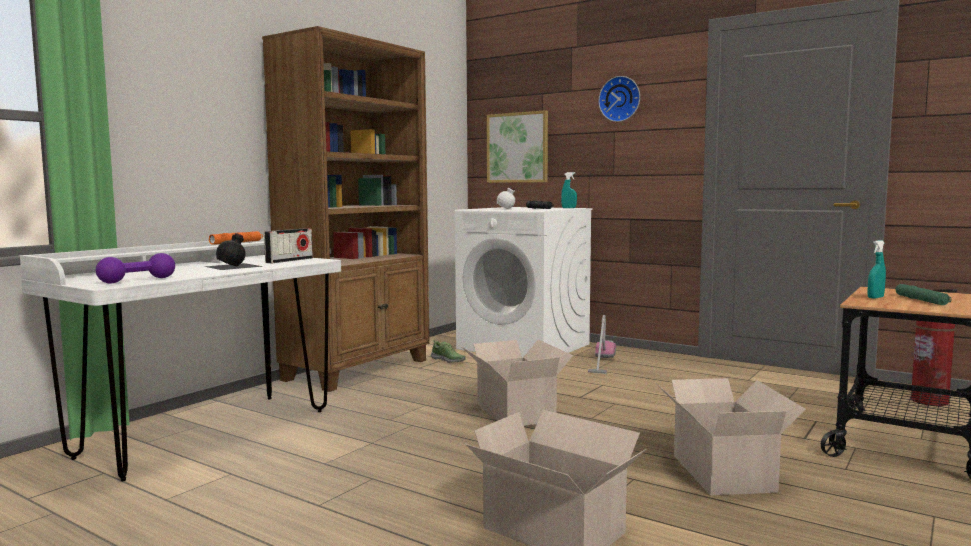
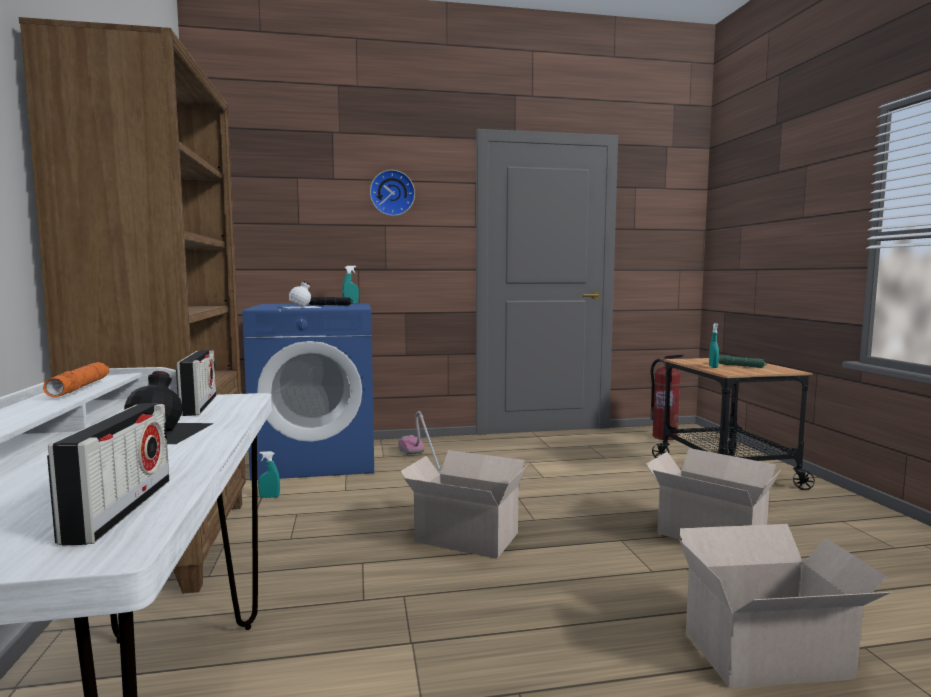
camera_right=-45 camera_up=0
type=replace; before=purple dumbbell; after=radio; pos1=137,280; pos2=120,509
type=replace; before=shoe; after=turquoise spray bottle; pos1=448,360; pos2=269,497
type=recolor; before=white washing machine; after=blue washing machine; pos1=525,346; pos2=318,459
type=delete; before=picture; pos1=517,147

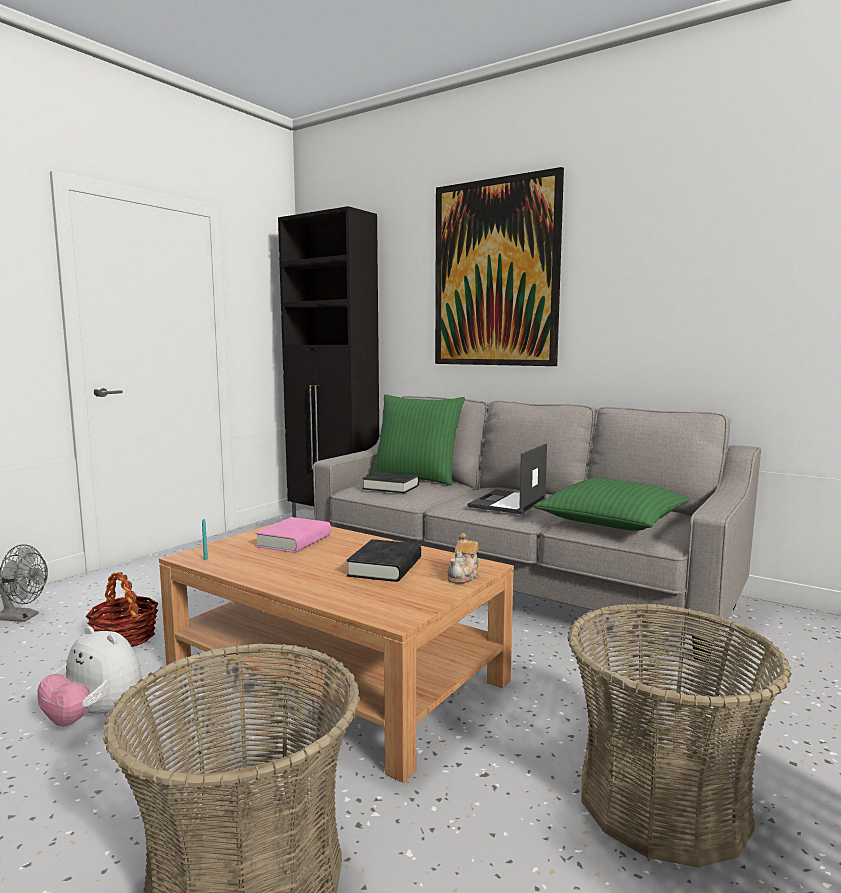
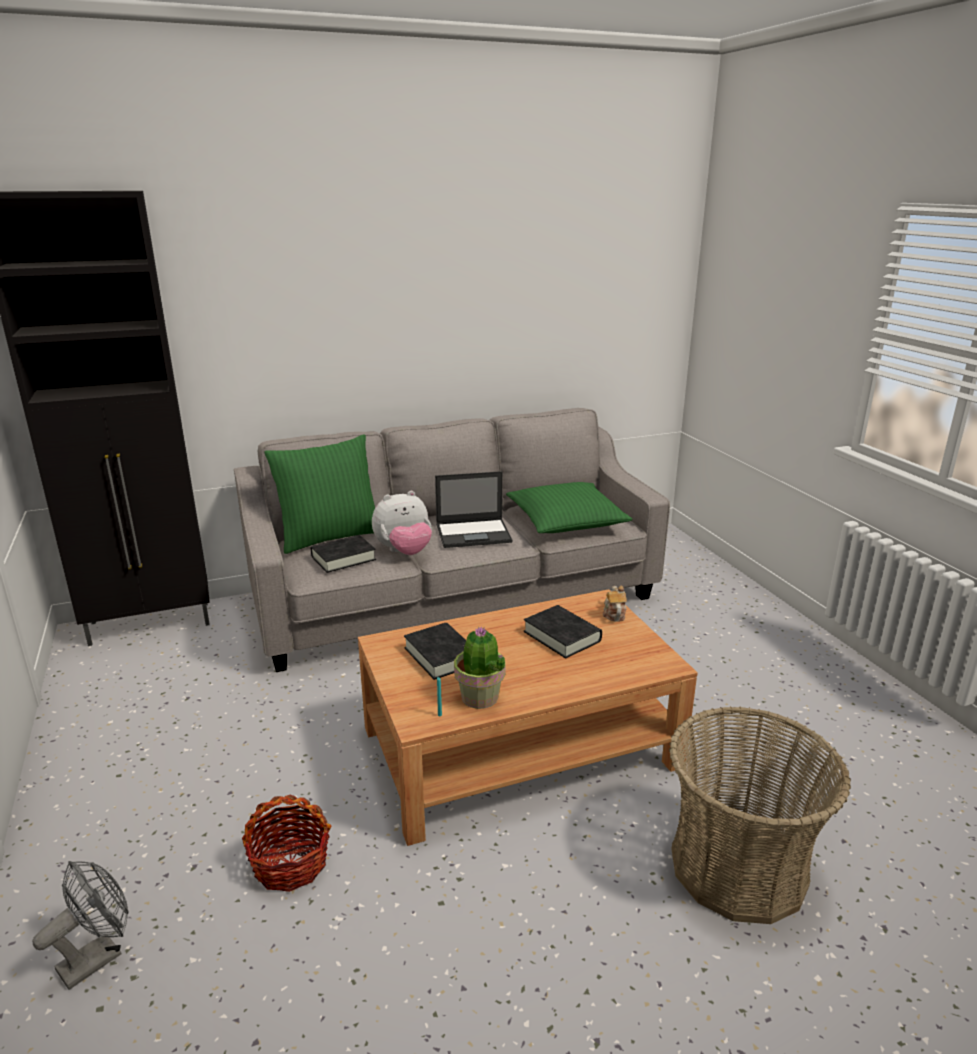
camera_right=-55 camera_up=15
type=move; before=plush toy; pos1=95,717; pos2=404,552
type=recolor; before=pink book; after=black book; pos1=294,541; pos2=441,656
type=delete; before=picture; pos1=495,273
type=rotate; before=teapot; pos1=464,576; pos2=614,614; turn=-150
type=rotate; before=laptop; pos1=507,503; pos2=474,533; turn=-75
type=delete; before=basket; pos1=663,801
type=insert; after=potted plant; pos2=479,698

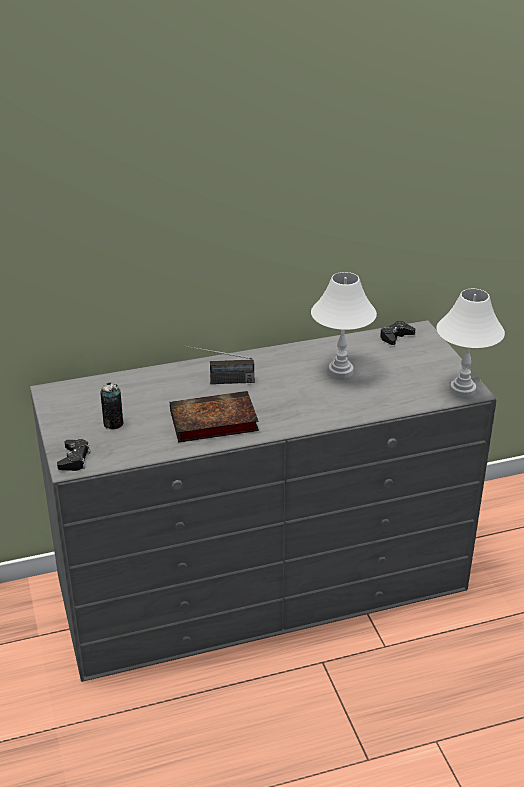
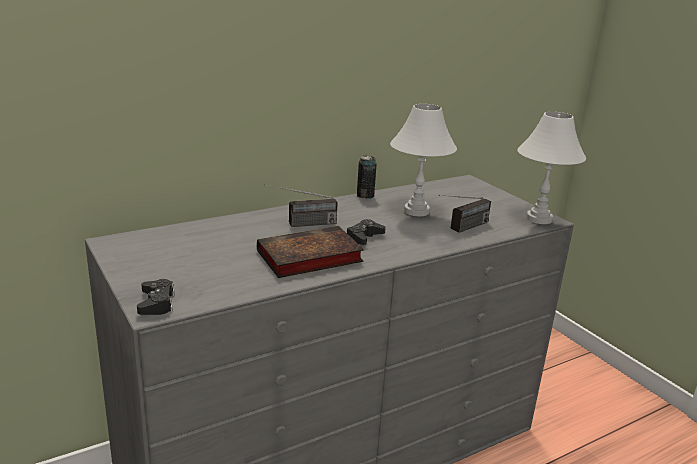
camera_right=-15 camera_up=-10
type=move; before=can; pos1=113,424; pos2=365,196
type=move; before=black game controller; pos1=396,337; pos2=364,237
type=insert; after=radio; pos2=462,228

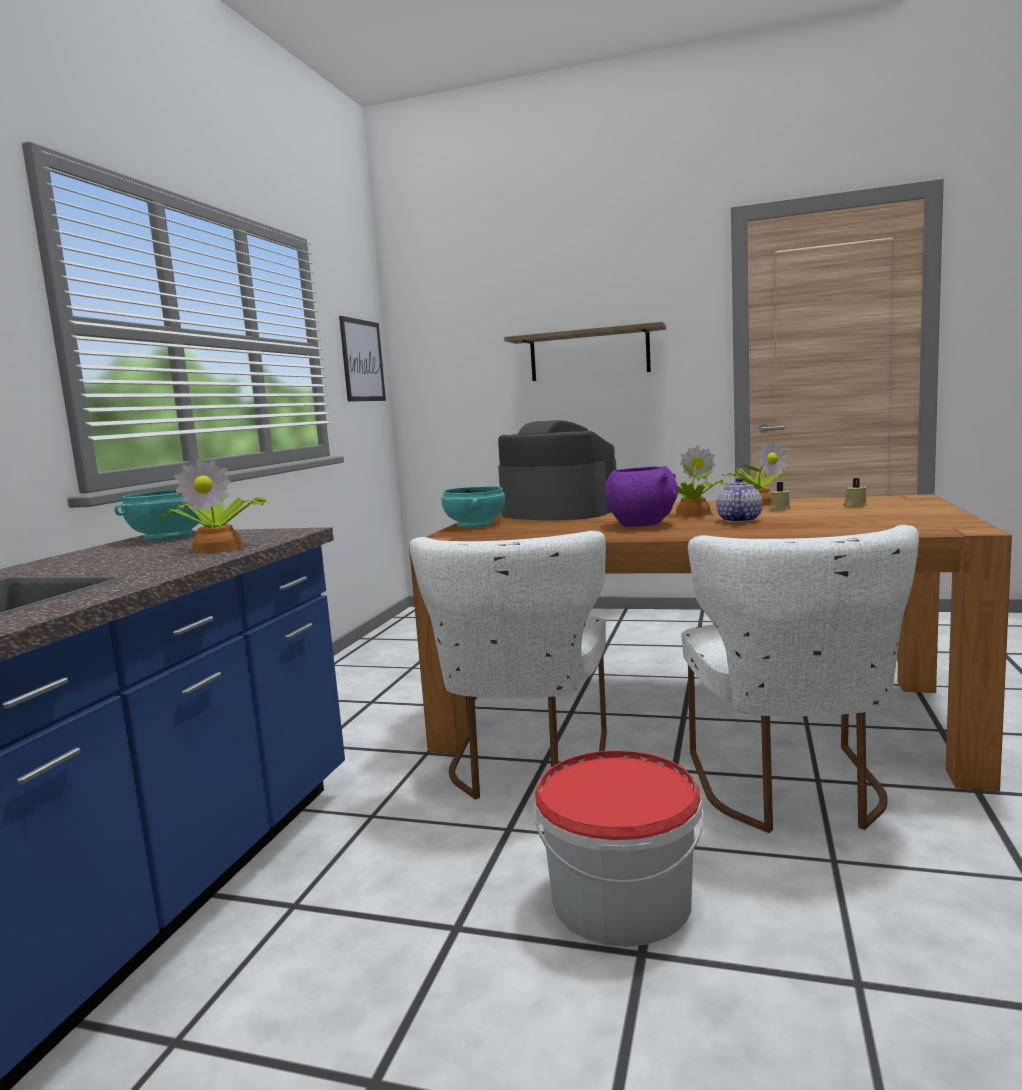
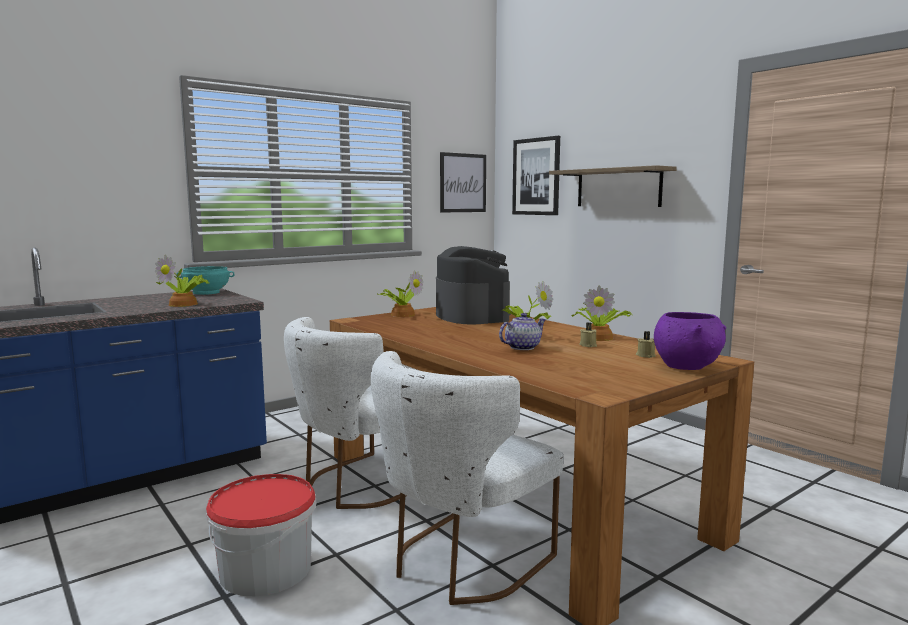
camera_right=35 camera_up=0
type=replace; before=turquoise bowl; after=potted plant; pos1=474,525; pos2=402,314
type=move; before=purple bowl; pos1=642,524; pos2=687,367
type=insert; after=picture; pos2=536,176

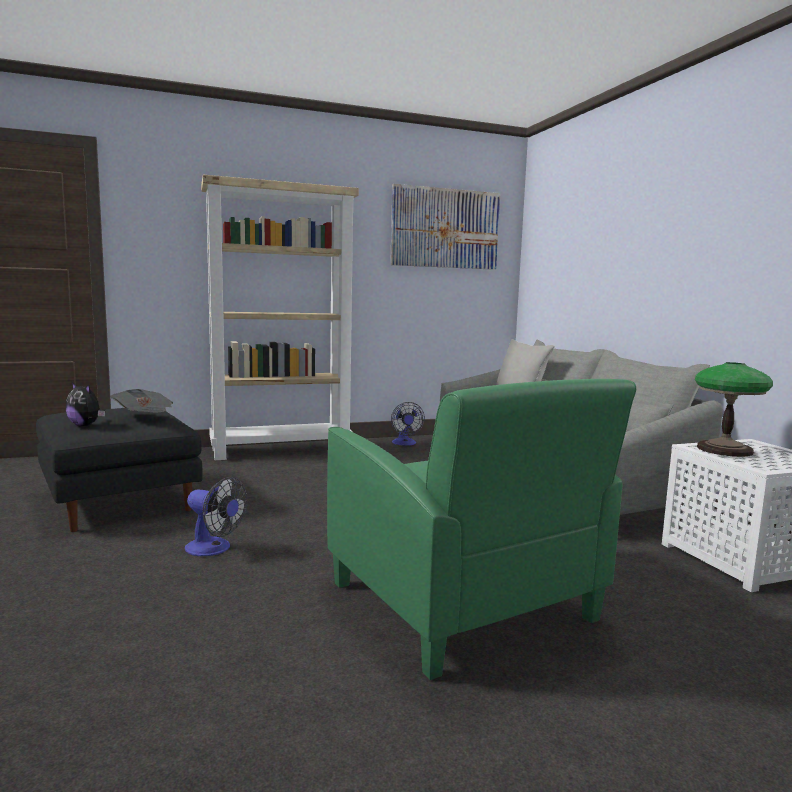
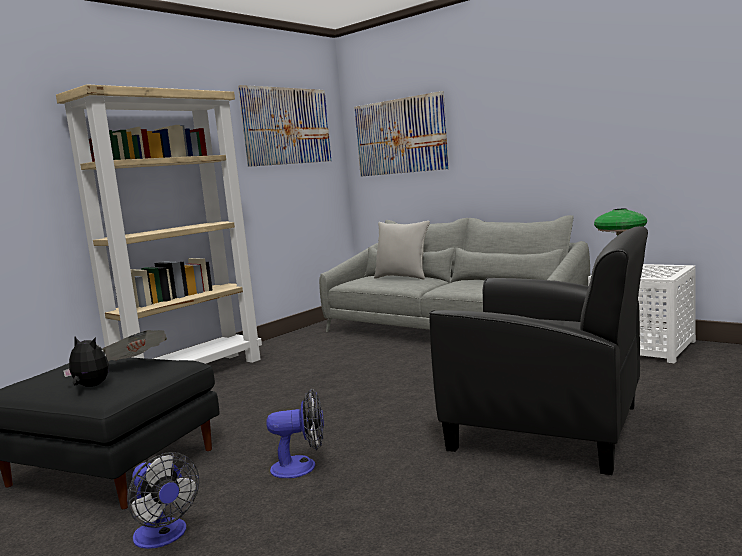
camera_right=-30 camera_up=0
type=rotate; before=plush toy; pos1=85,425; pos2=90,387; turn=-150
type=recolor; before=green armchair; after=black armchair; pos1=462,603; pos2=548,428
type=move; before=fan; pos1=405,443; pos2=164,537
type=insert; after=picture; pos2=400,136

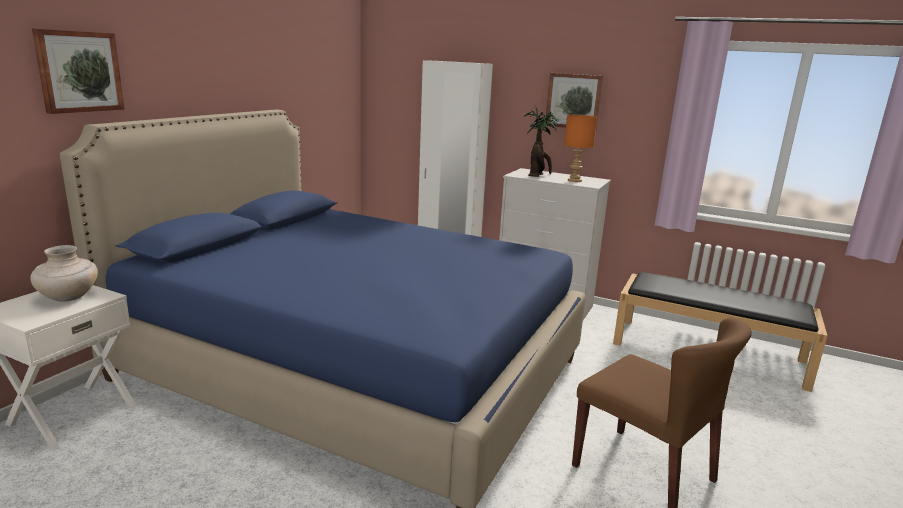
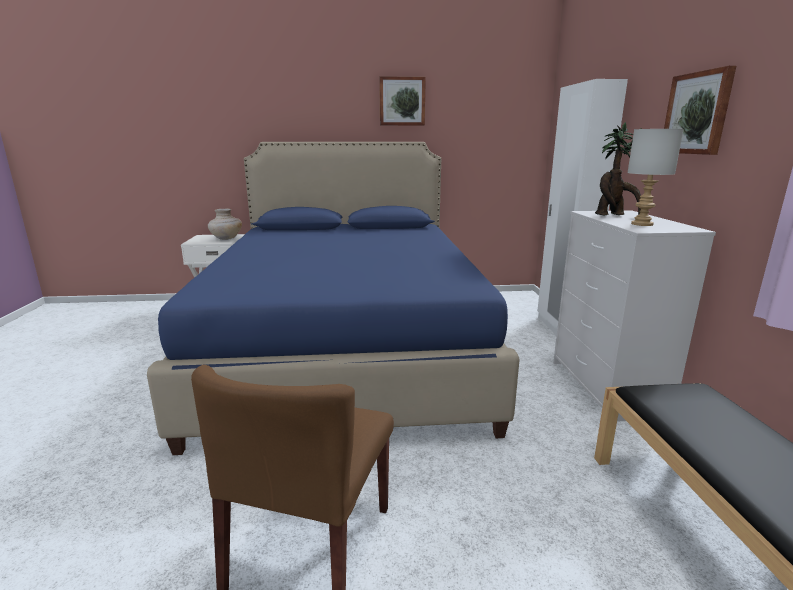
camera_right=60 camera_up=0
type=move; before=picture; pos1=79,71; pos2=402,101
type=recolor; before=orange table lamp; after=grey table lamp; pos1=574,180; pos2=642,224

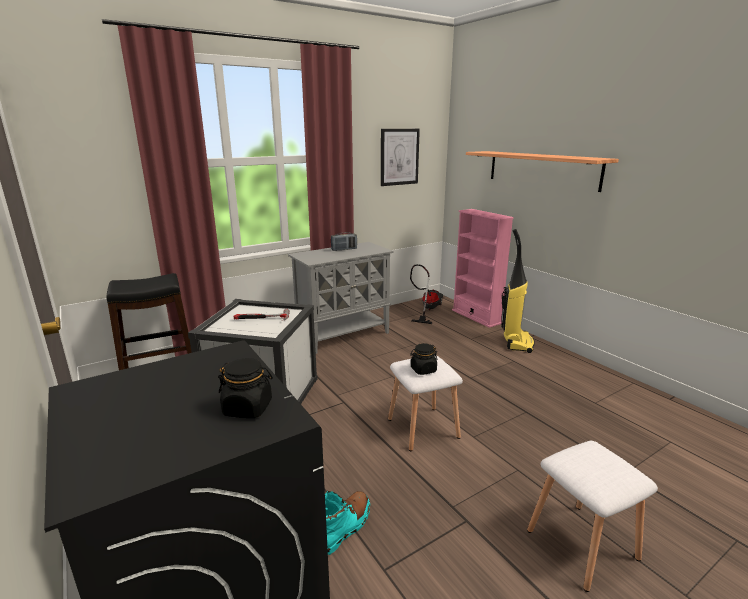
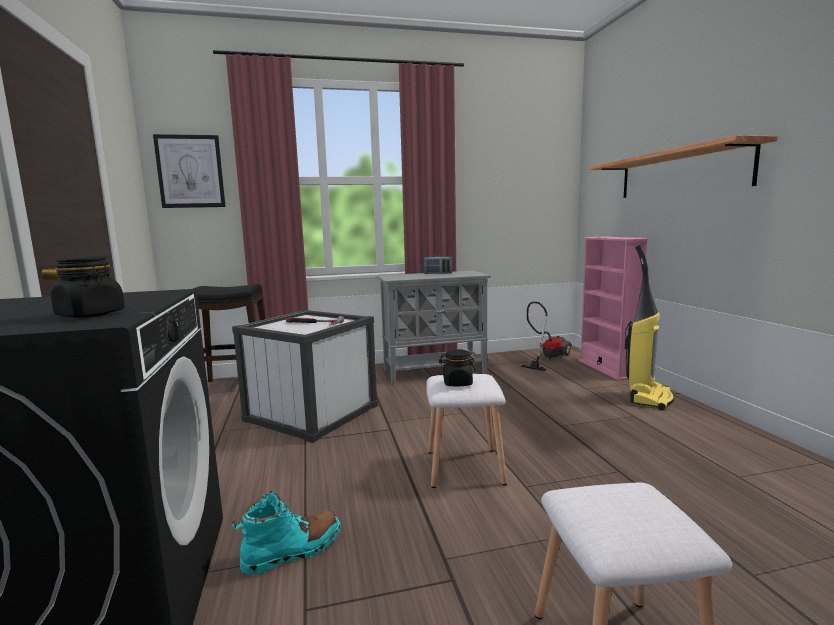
camera_right=20 camera_up=-10
type=move; before=picture; pos1=399,157; pos2=190,171

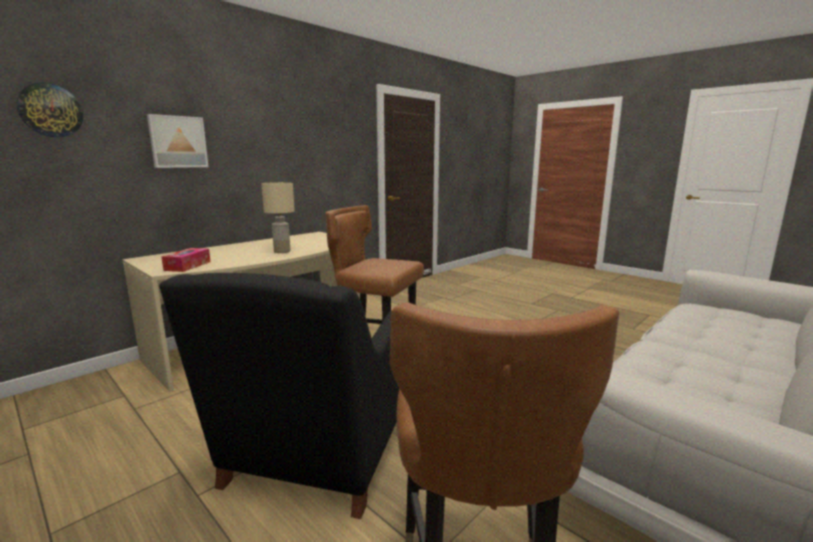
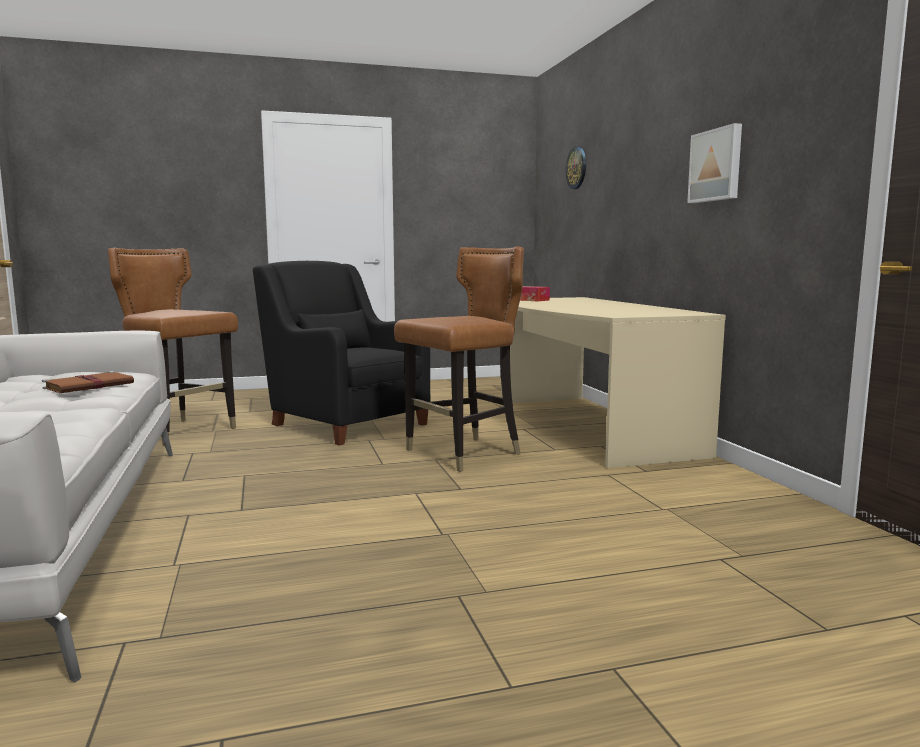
camera_right=120 camera_up=-5
type=move; before=picture; pos1=178,142; pos2=716,165
type=delete; before=beige table lamp; pos1=282,251
type=insert; after=brown book; pos2=90,386

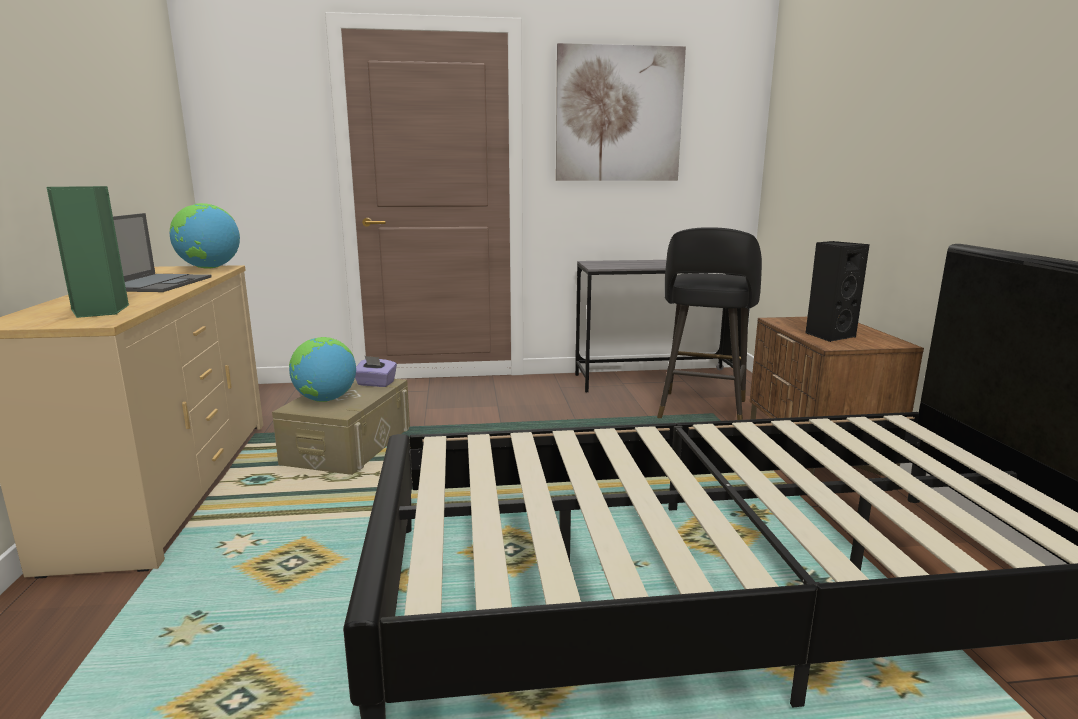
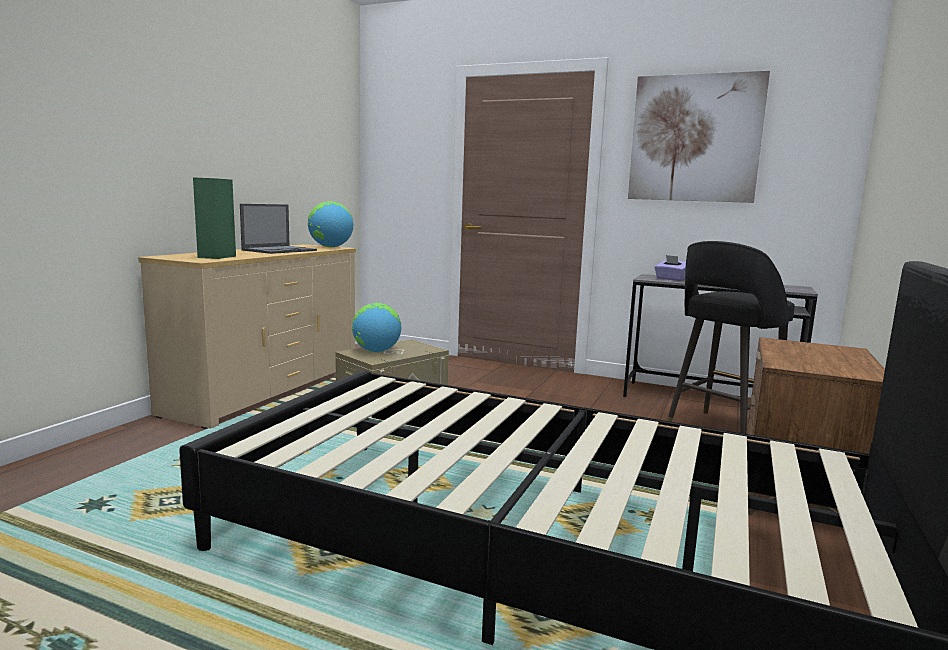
camera_right=30 camera_up=-5
type=move; before=purple tissue box; pos1=375,384; pos2=671,279
type=delete; before=black speaker; pos1=828,335

